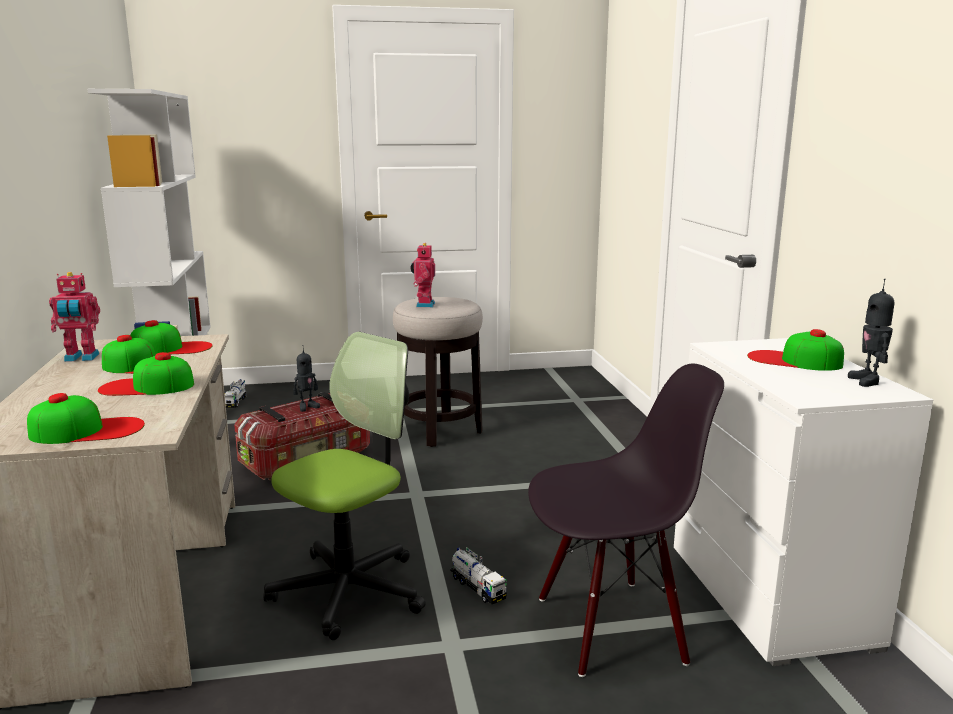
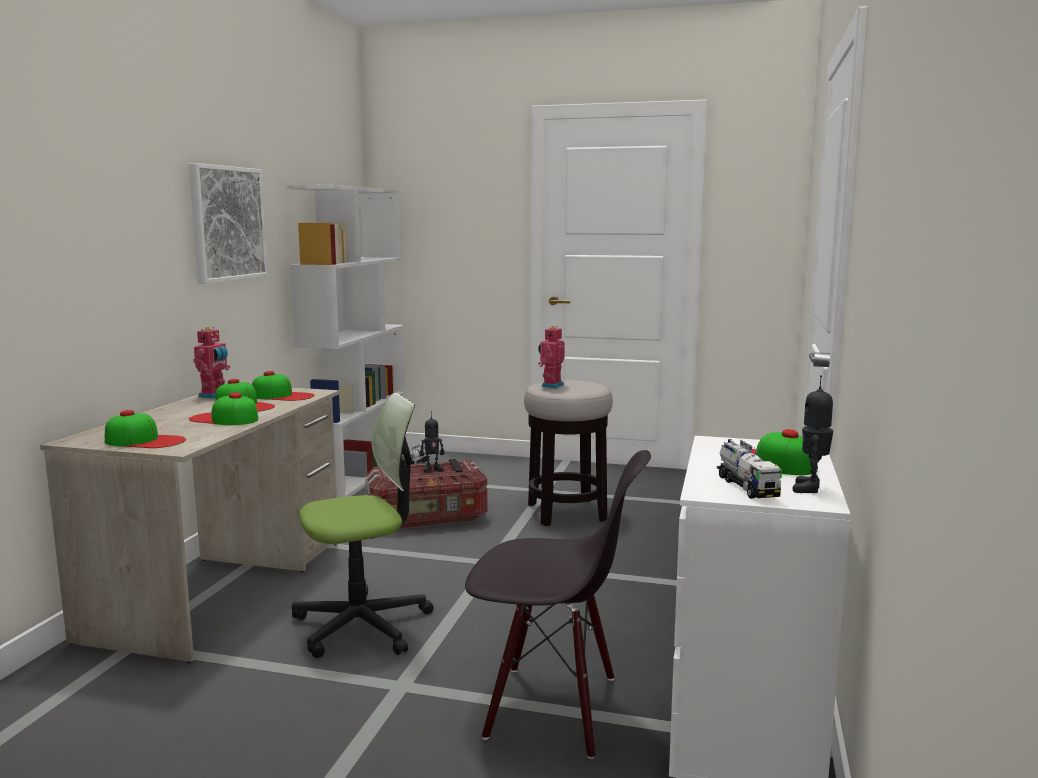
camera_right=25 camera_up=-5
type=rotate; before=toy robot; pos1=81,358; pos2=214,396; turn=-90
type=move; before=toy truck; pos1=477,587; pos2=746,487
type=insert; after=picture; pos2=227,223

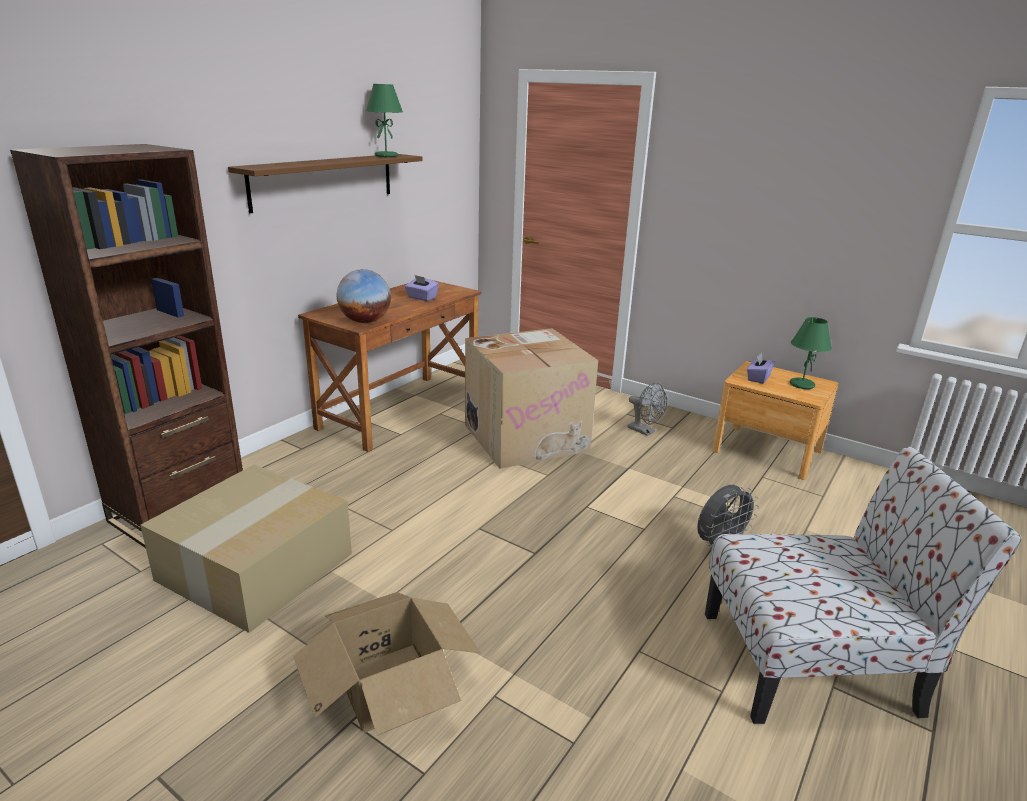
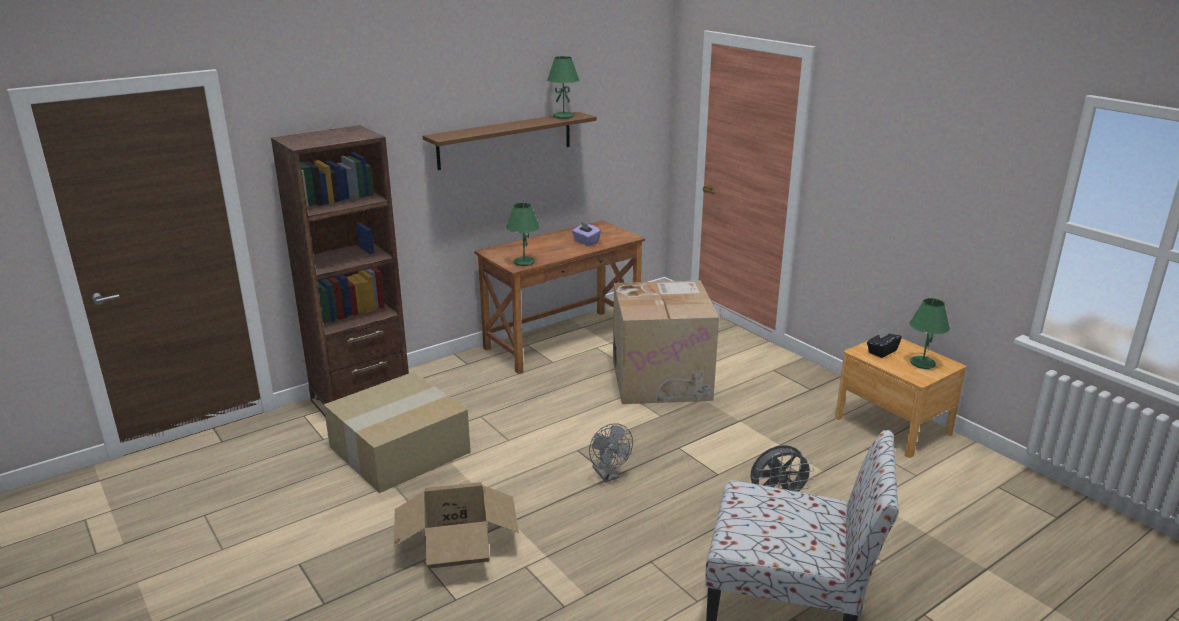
camera_right=20 camera_up=0
type=replace; before=globe; after=green table lamp; pos1=365,321; pos2=523,262
type=move; before=grey fan; pos1=645,431; pos2=608,475
type=recolor; before=purple tissue box; after=black tissue box; pos1=758,378; pos2=882,352

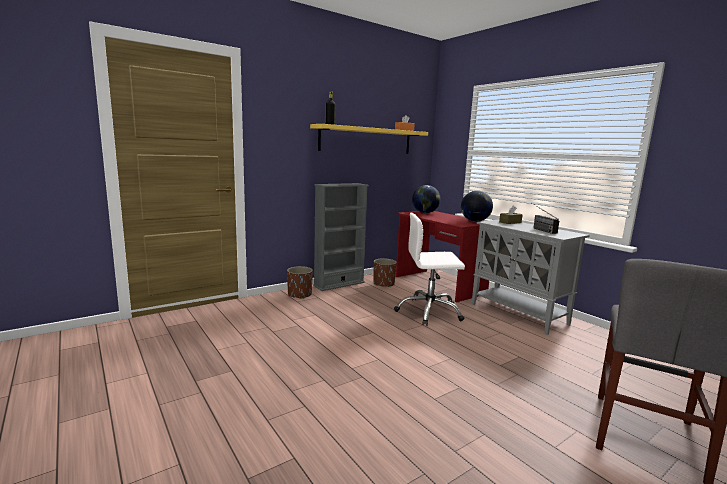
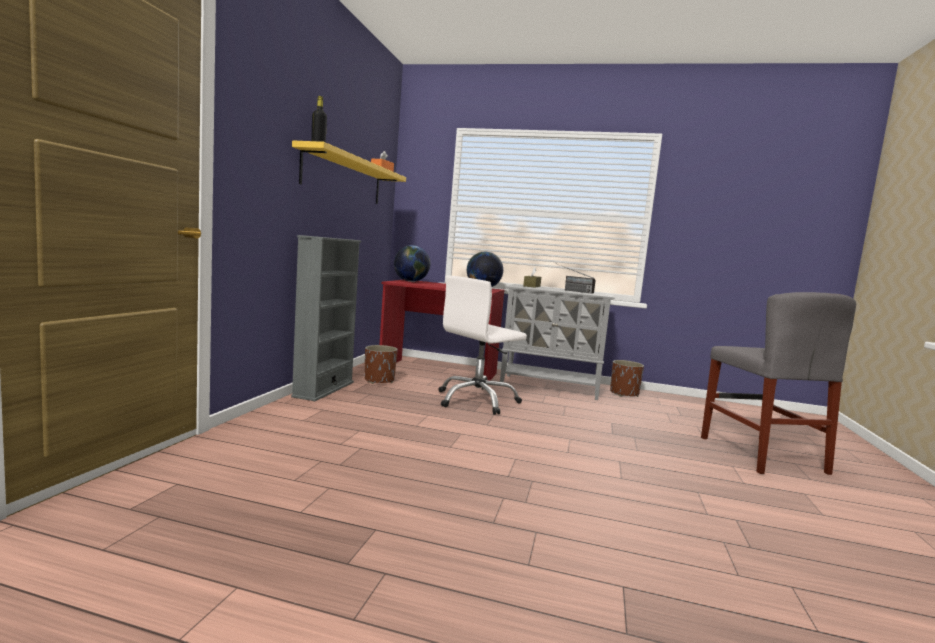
camera_right=-40 camera_up=-5
type=move; before=brown planter; pos1=299,295; pos2=624,393

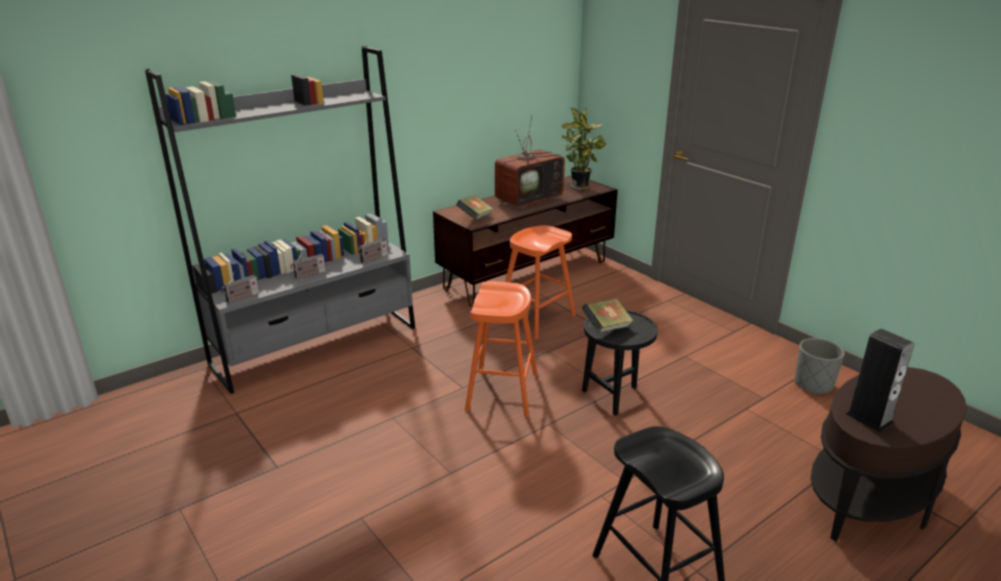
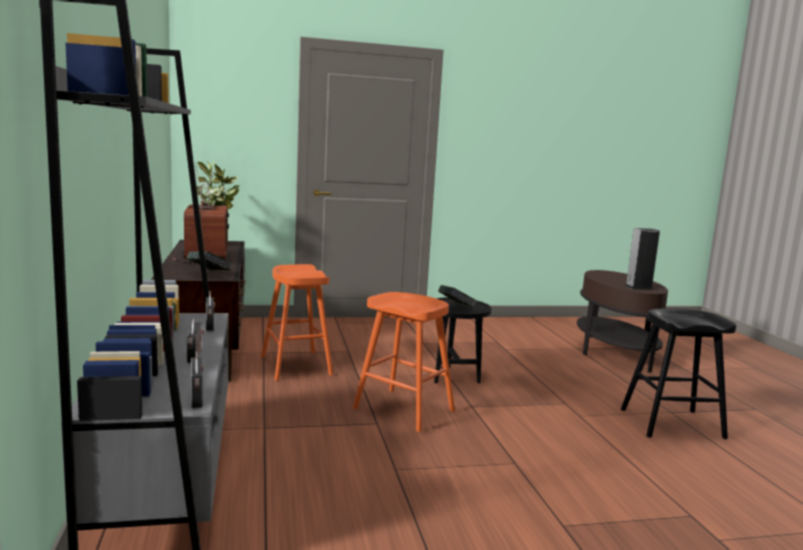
camera_right=-65 camera_up=-15
type=delete; before=grey planter; pos1=814,384

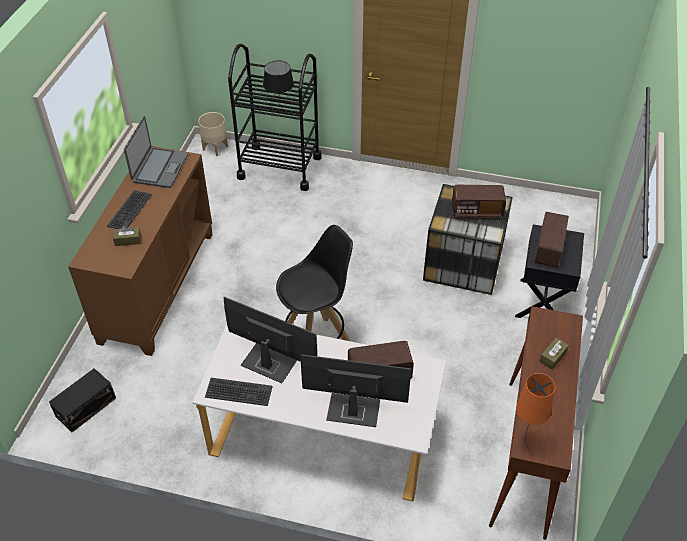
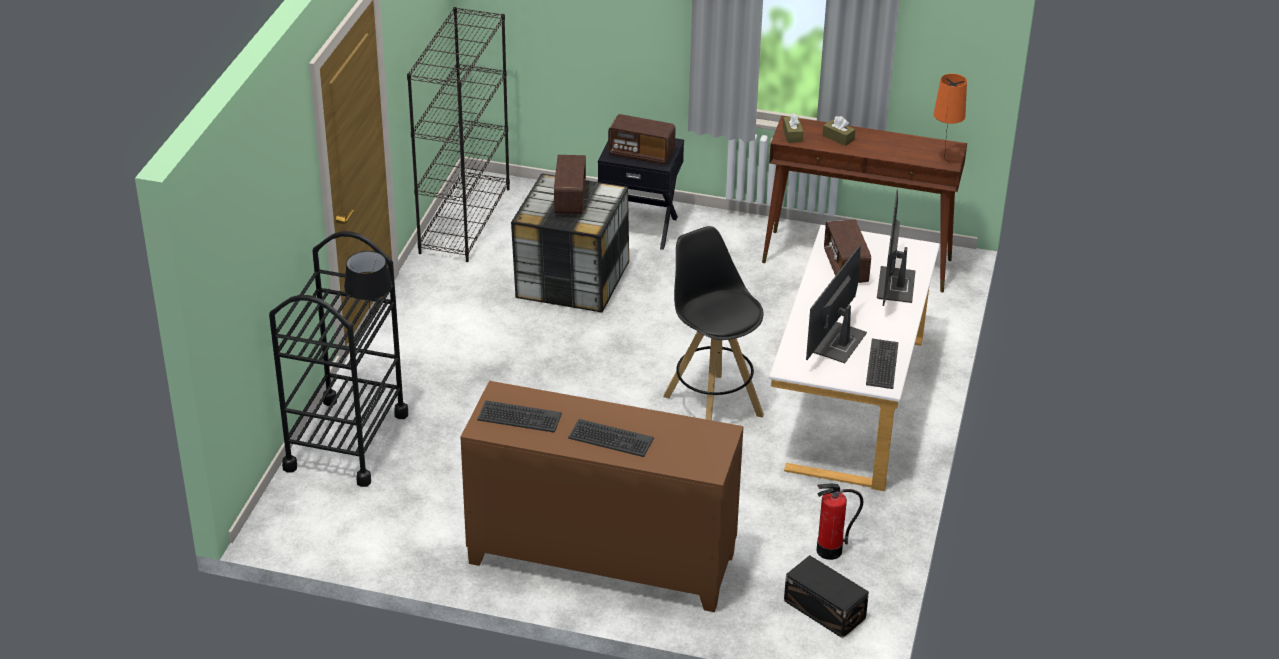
camera_right=-90 camera_up=-10
type=move; before=brown tissue box; pos1=128,240; pos2=792,134
type=replace; before=laptop; after=keyboard; pos1=159,168; pos2=519,417
type=delete; before=beige planter; pos1=215,147
type=insert; after=black bookcase; pos2=464,220
type=insert; after=fire extinguisher; pos2=829,551

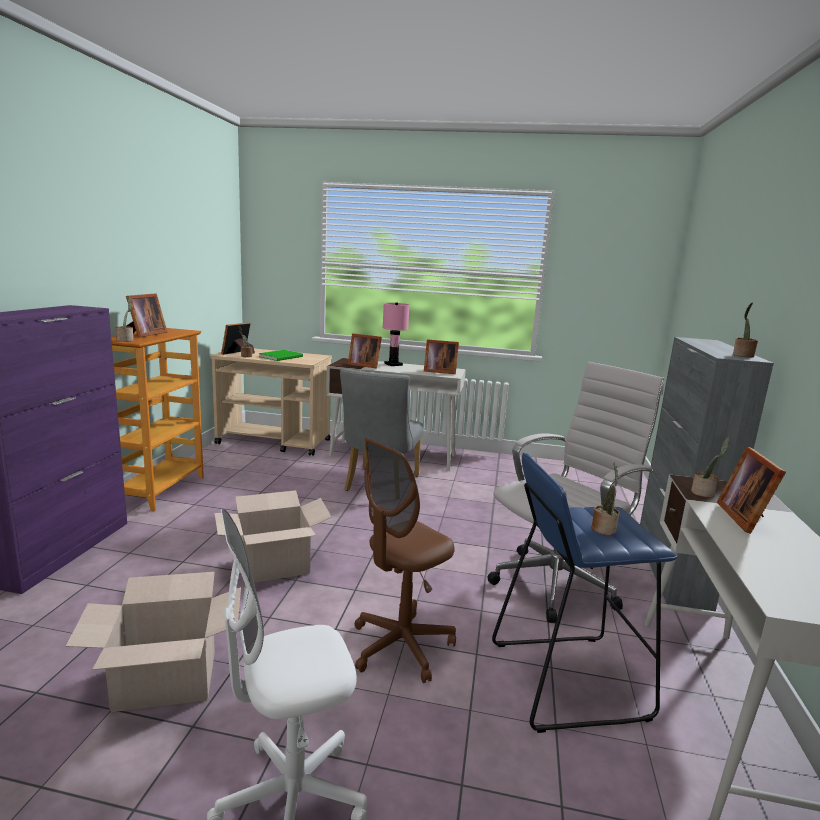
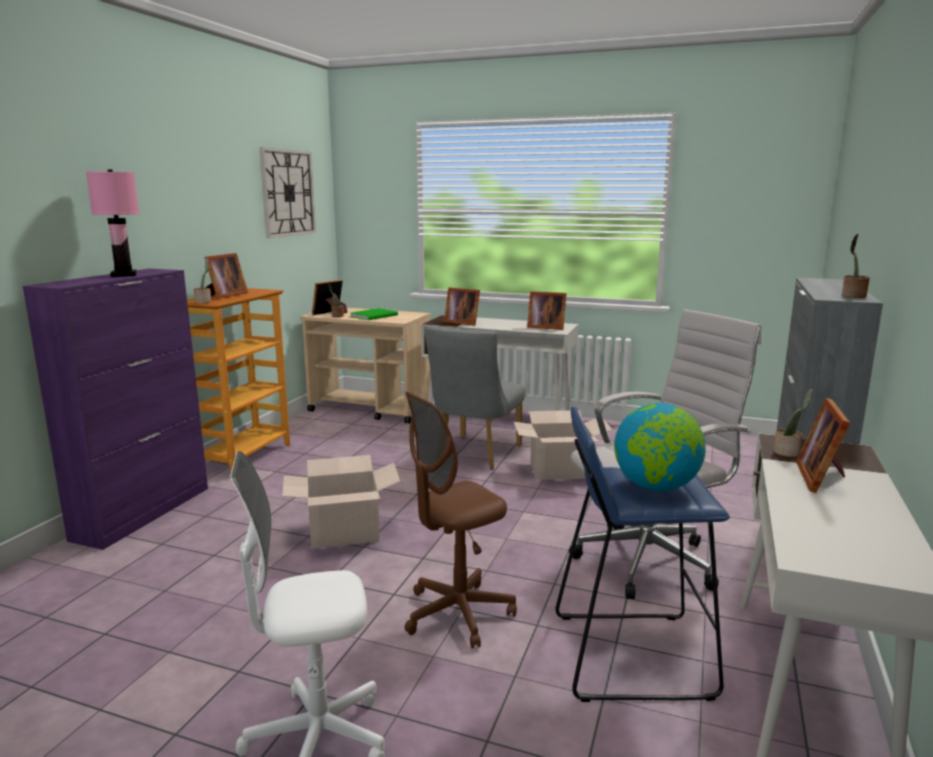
camera_right=10 camera_up=0
type=move; before=cardboard box; pos1=166,680; pos2=560,470
type=move; before=pink table lamp; pos1=393,364; pos2=124,275
type=replace; before=potted plant; after=globe; pos1=603,528; pos2=655,487
type=insert; after=wall clock; pos2=288,193

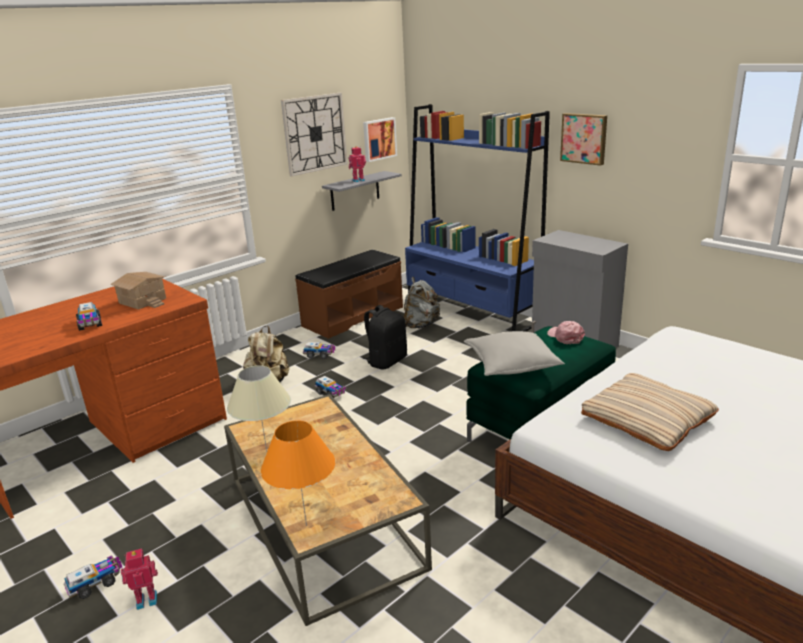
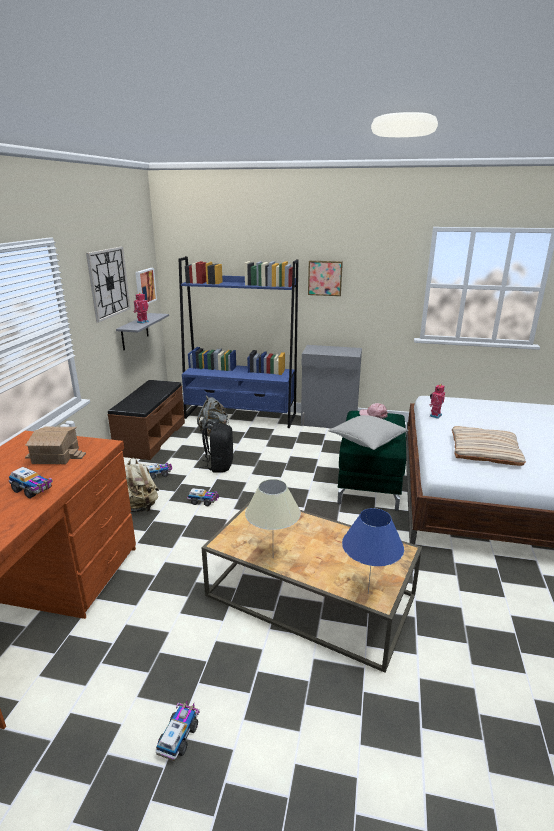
camera_right=-35 camera_up=0
type=move; before=toy robot; pos1=146,599; pos2=434,415
type=recolor; before=orange table lamp; after=blue table lamp; pos1=306,525; pos2=368,593

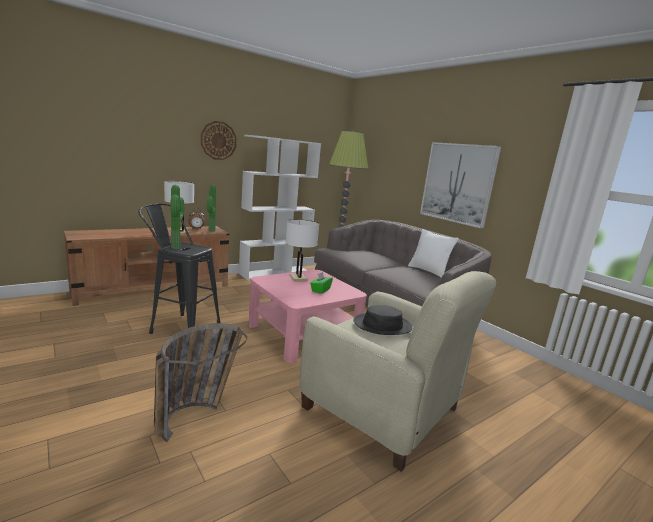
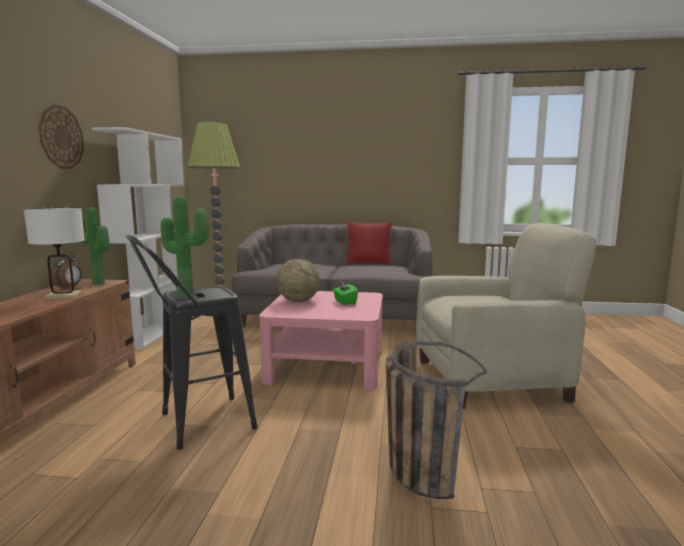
camera_right=-45 camera_up=-5
type=replace; before=white table lamp; after=globe; pos1=298,278; pos2=298,301
type=delete; before=black hat; pos1=382,325
type=recolor; before=white pillow; after=red pillow; pos1=428,271; pos2=368,263
type=delete; before=picture; pos1=457,183

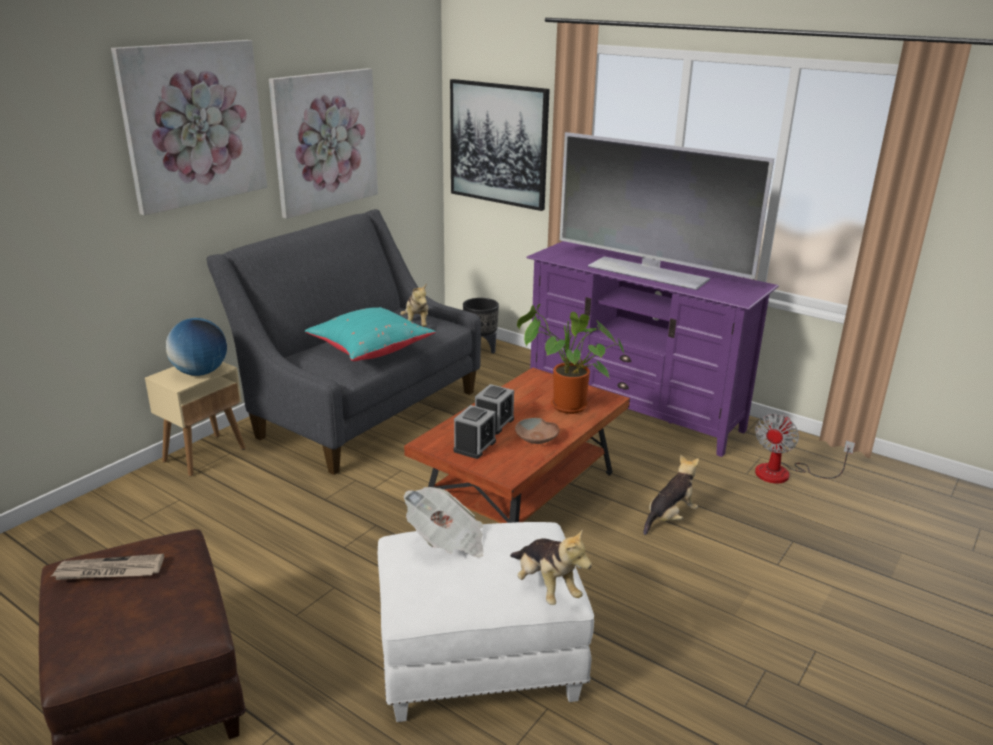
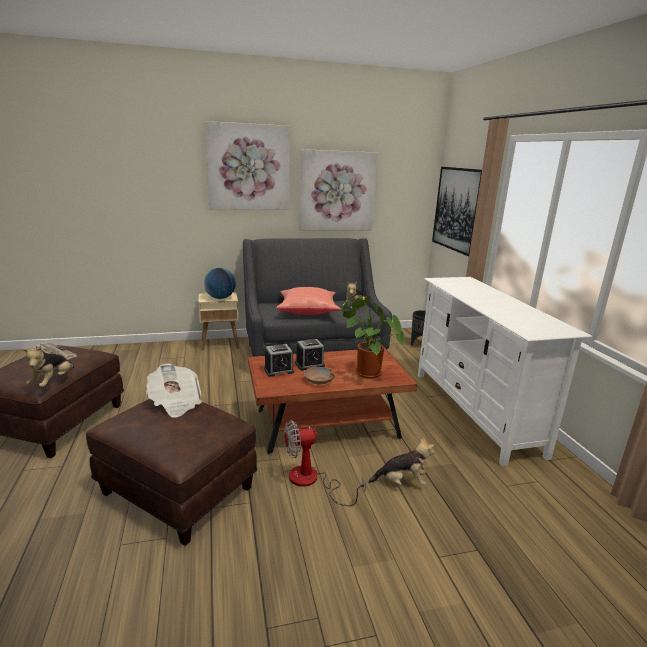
camera_right=40 camera_up=-5
type=recolor; before=turquoise pillow; after=red pillow; pos1=369,350; pos2=308,311
type=recolor; before=white ottoman; after=brown ottoman; pos1=477,661; pos2=176,491
type=move; before=plush toy; pos1=546,587; pos2=53,381
type=recolor; before=purple tv stand; after=white tv stand; pos1=634,410; pos2=475,411
type=delete; before=television; pos1=648,272
type=move; before=fan; pos1=784,474; pos2=312,481

